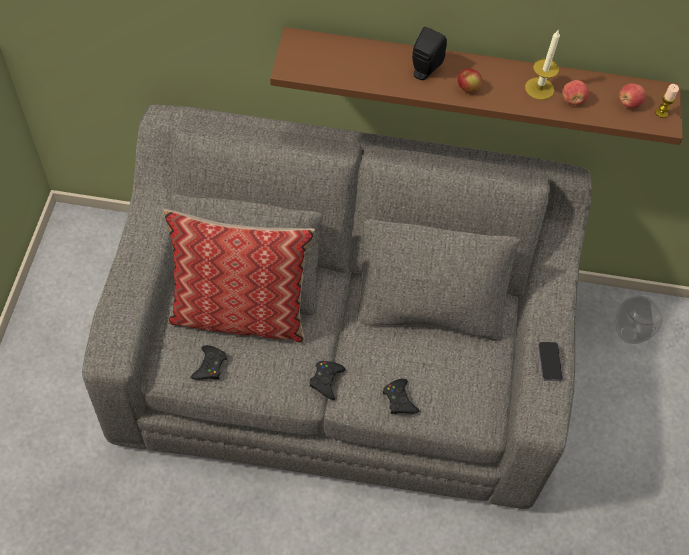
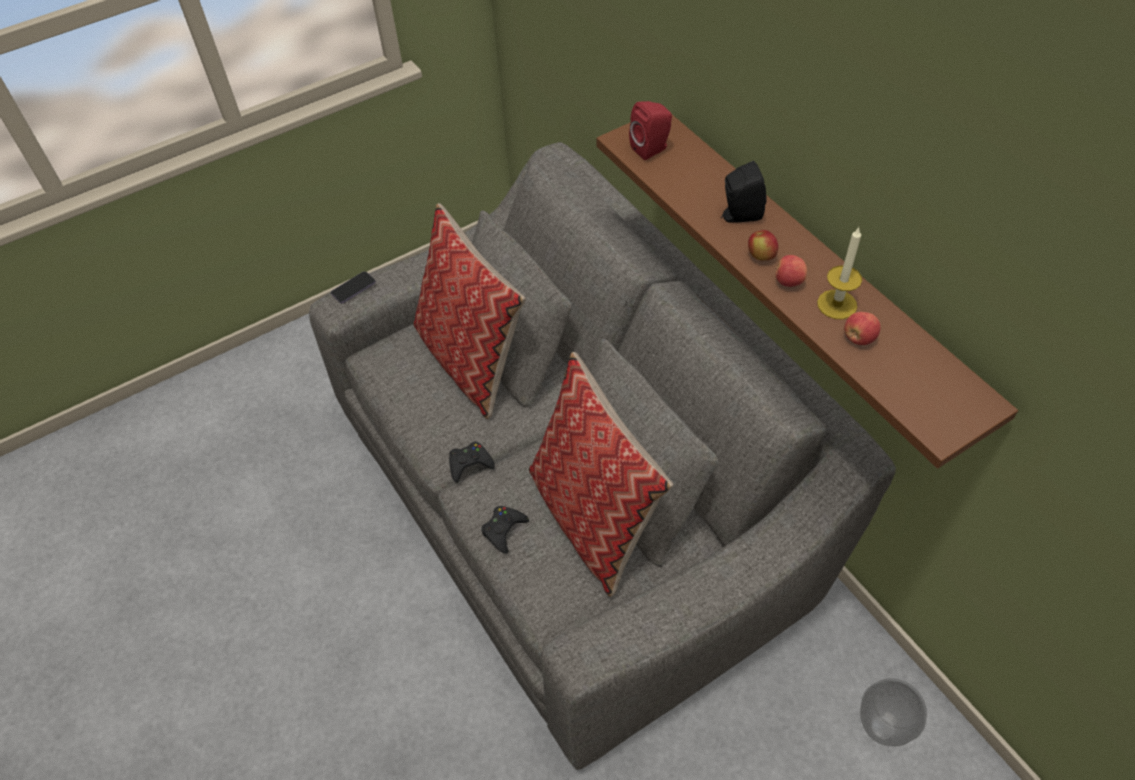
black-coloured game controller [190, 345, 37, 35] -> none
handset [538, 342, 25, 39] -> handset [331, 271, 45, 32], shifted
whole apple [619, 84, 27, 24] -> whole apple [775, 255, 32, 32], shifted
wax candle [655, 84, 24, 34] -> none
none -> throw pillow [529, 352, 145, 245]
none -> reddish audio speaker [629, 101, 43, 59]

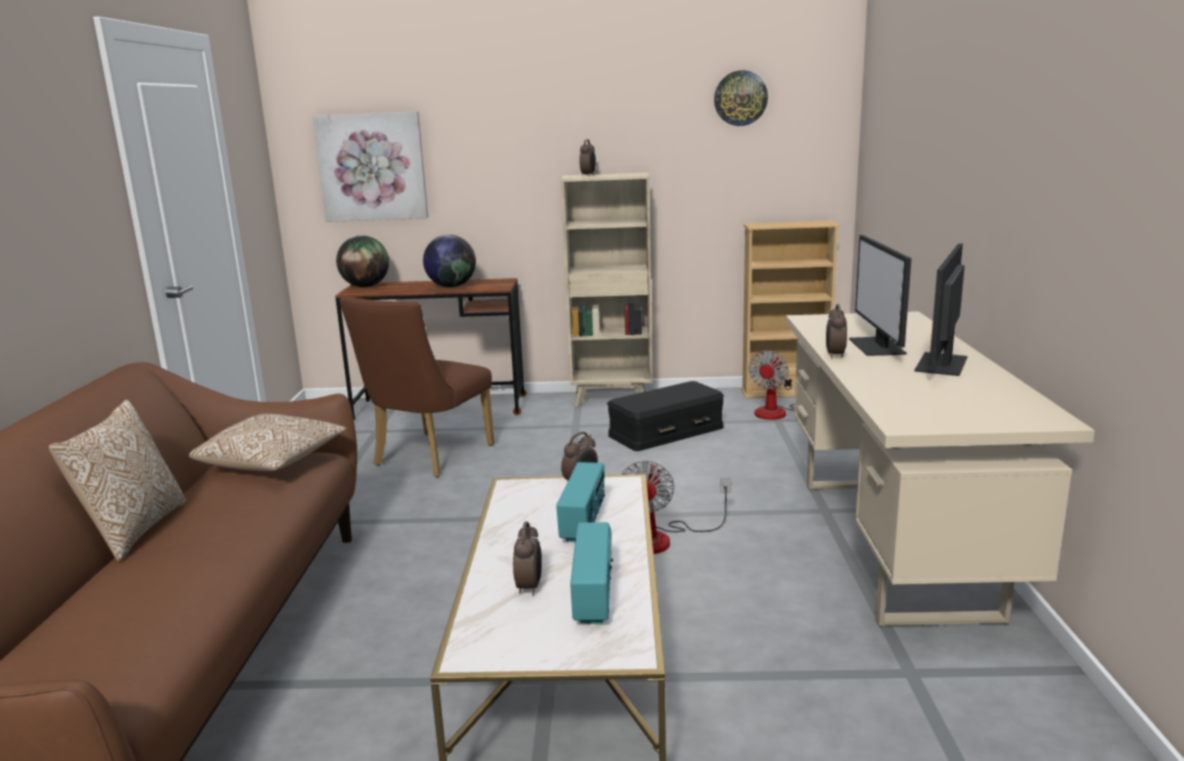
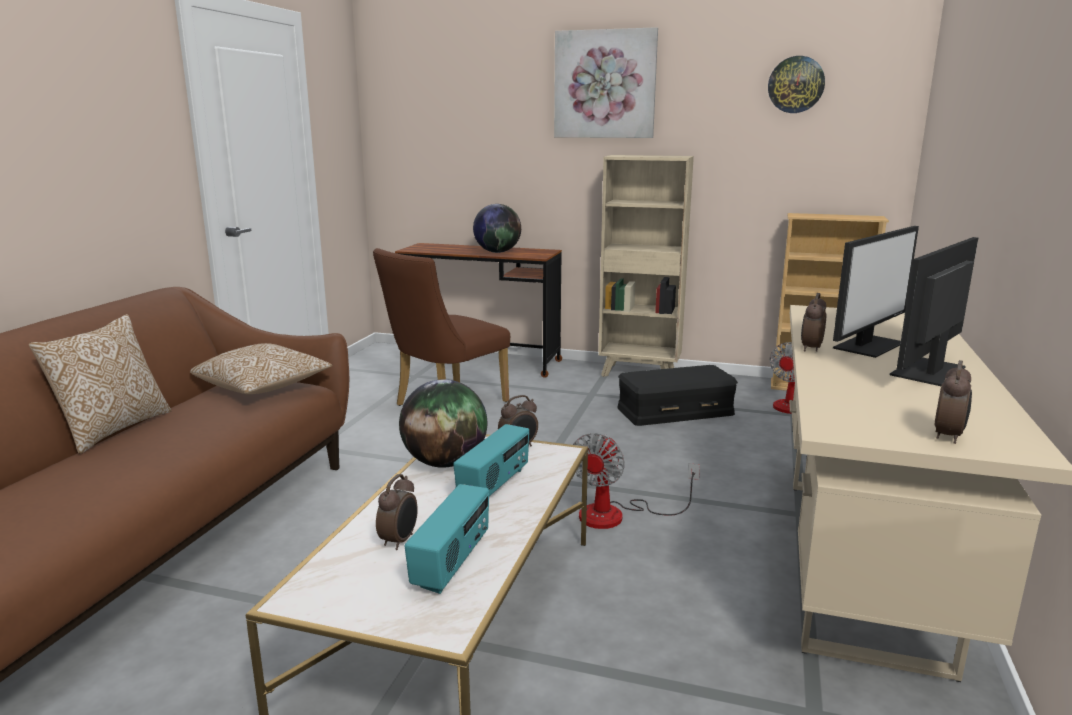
picture [313, 111, 115, 111] -> picture [554, 27, 104, 111], shifted
world globe [336, 236, 53, 51] -> world globe [399, 379, 88, 89], shifted
bedside clock [579, 139, 17, 37] -> bedside clock [934, 360, 38, 84], shifted
computer screen [849, 235, 62, 121] -> computer screen [833, 226, 86, 132], 150 degrees counterclockwise

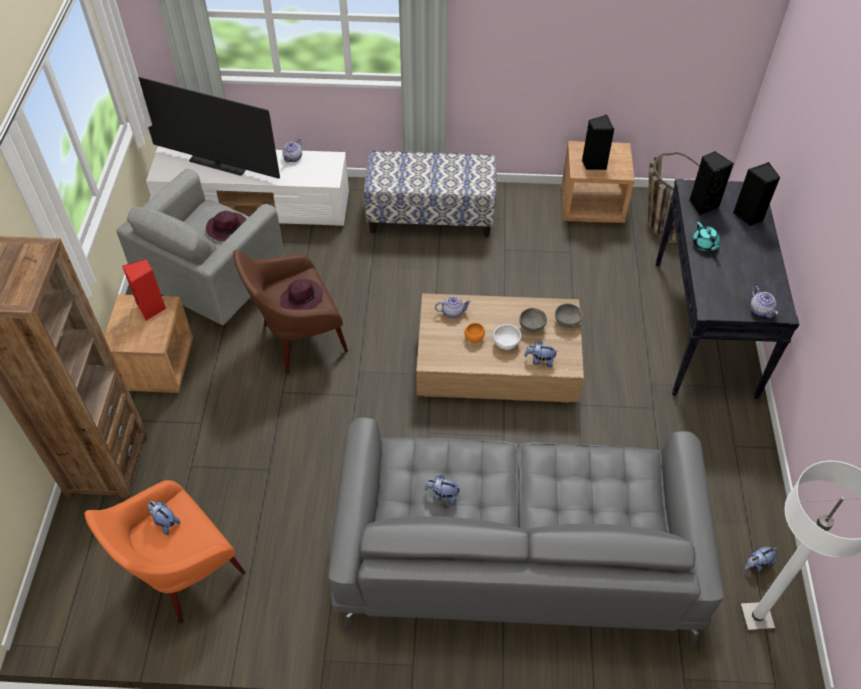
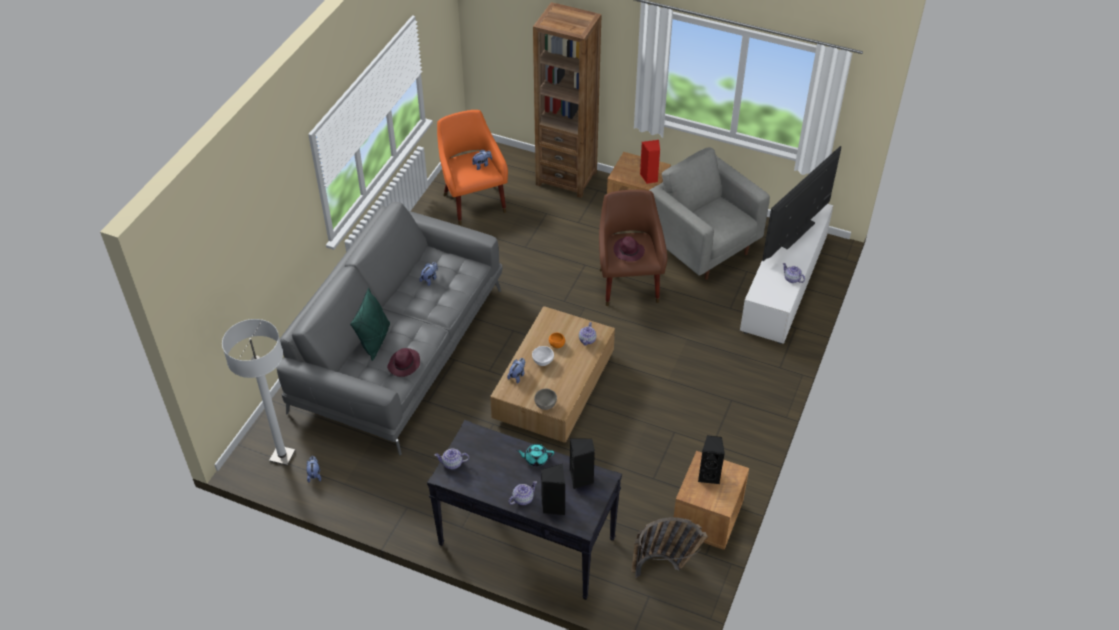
purple wearable hat [206, 211, 41, 31] -> purple wearable hat [387, 348, 33, 29], shifted
indoor bench [364, 151, 133, 86] -> none
gray deep dish [519, 308, 28, 24] -> none
none -> green-coloured throw pillow [350, 288, 40, 73]
none -> tea pot [509, 481, 28, 24]

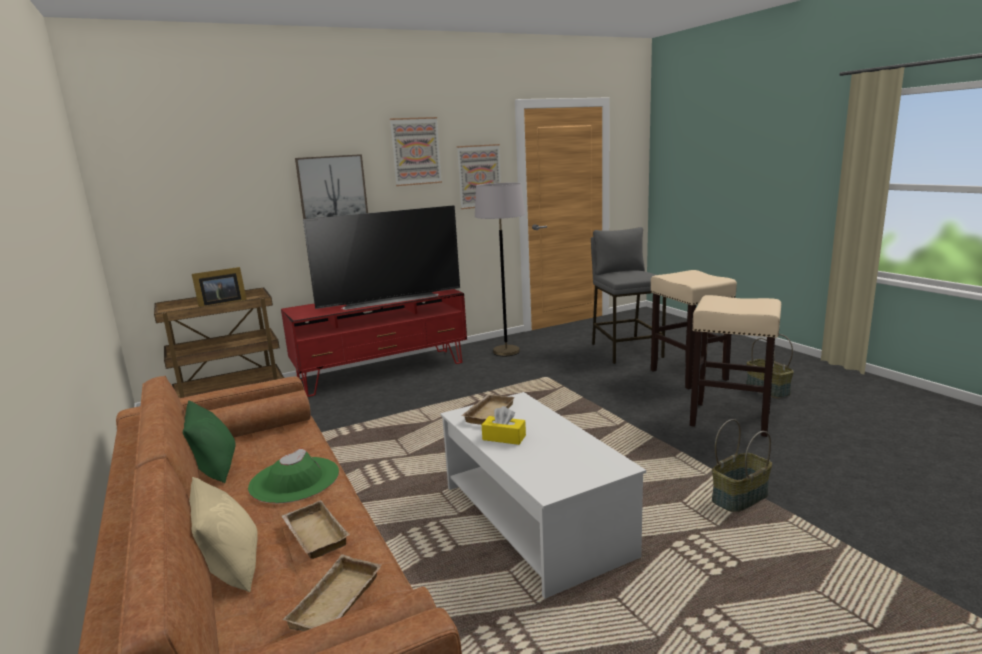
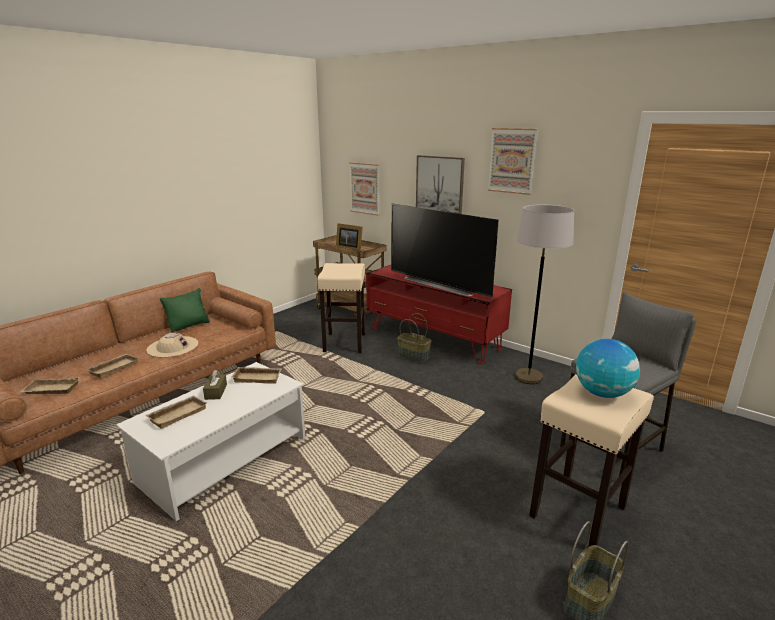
sand-coloured throw pillow [189, 477, 69, 115] -> none
green-coloured wearable hat [248, 449, 91, 54] -> sand-coloured wearable hat [146, 333, 52, 25]
picture [457, 144, 44, 65] -> picture [349, 162, 31, 54], shifted
yellow tissue box [482, 406, 44, 39] -> brown tissue box [203, 370, 24, 30]
sand-coloured stool [690, 295, 91, 142] -> sand-coloured stool [317, 263, 48, 90], shifted
basket [712, 419, 60, 93] -> basket [397, 313, 34, 49], shifted
none -> sand-coloured serving tray [146, 395, 61, 34]
none -> world globe [575, 339, 65, 59]

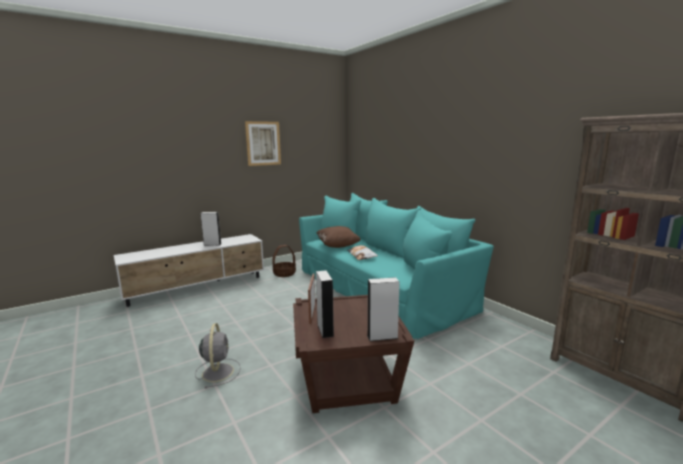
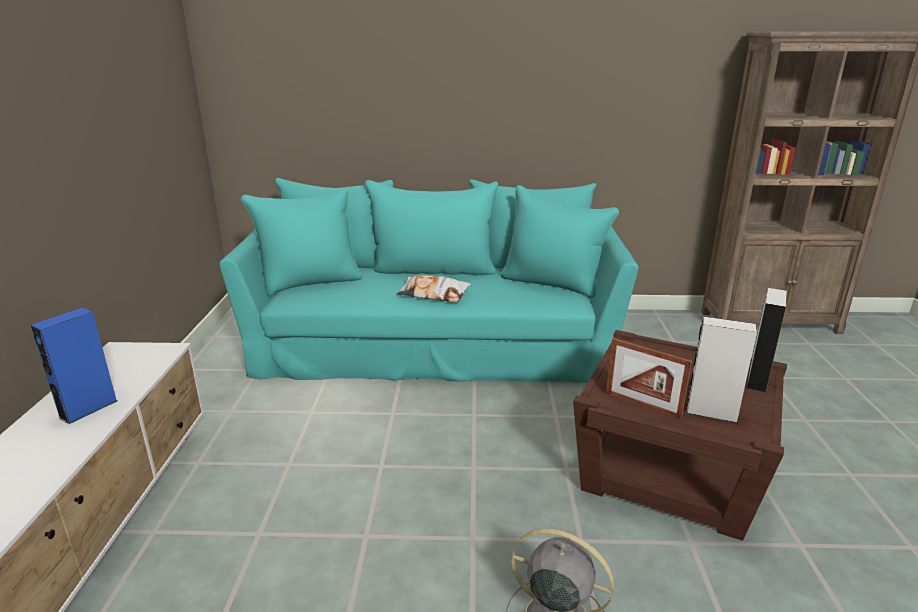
gray audio speaker [201, 212, 20, 34] -> bluish audio speaker [31, 307, 86, 117]
picture [245, 121, 36, 45] -> none
basket [272, 245, 24, 32] -> none
brown throw pillow [316, 226, 45, 22] -> none

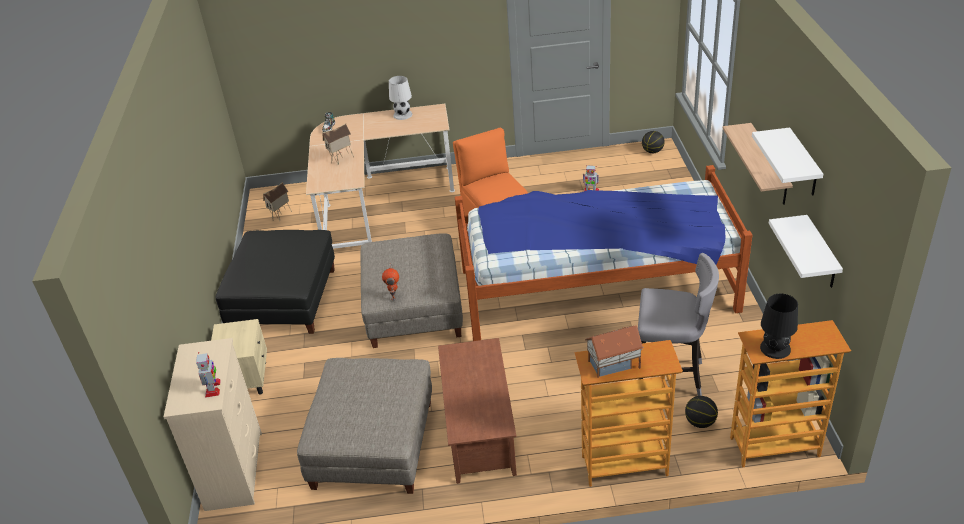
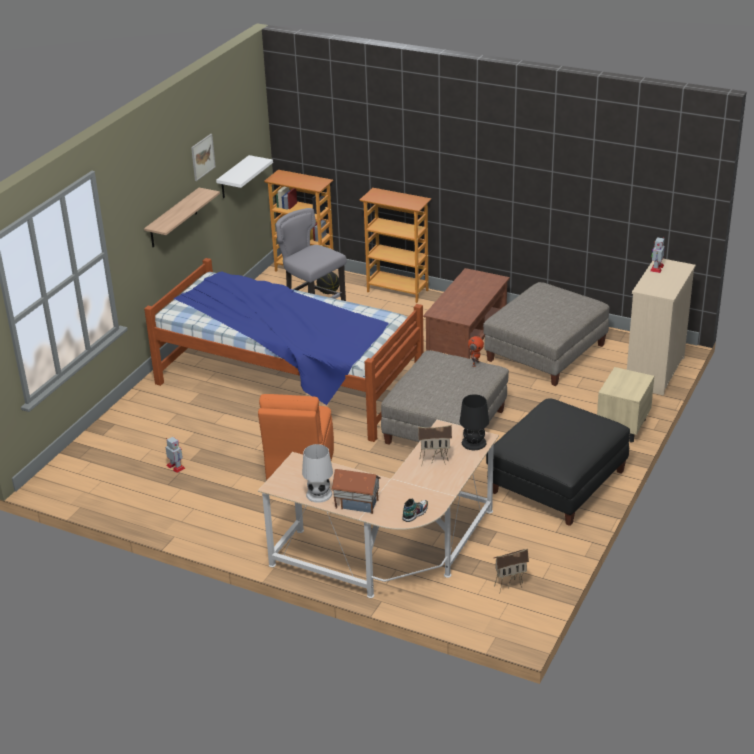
toy house [585, 325, 59, 53] -> toy house [331, 469, 50, 45], shifted
basketball ball [642, 131, 23, 22] -> none
white-coloured bracket shelf [752, 128, 71, 67] -> picture [191, 134, 25, 47]
black-coloured table lamp [760, 294, 38, 65] -> black-coloured table lamp [460, 394, 29, 56], shifted

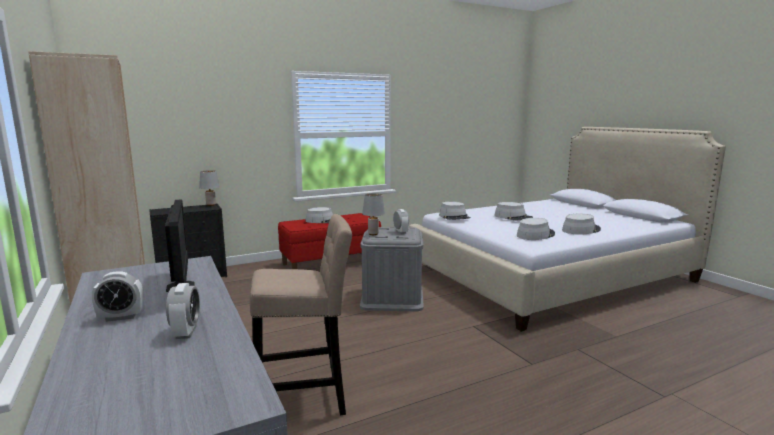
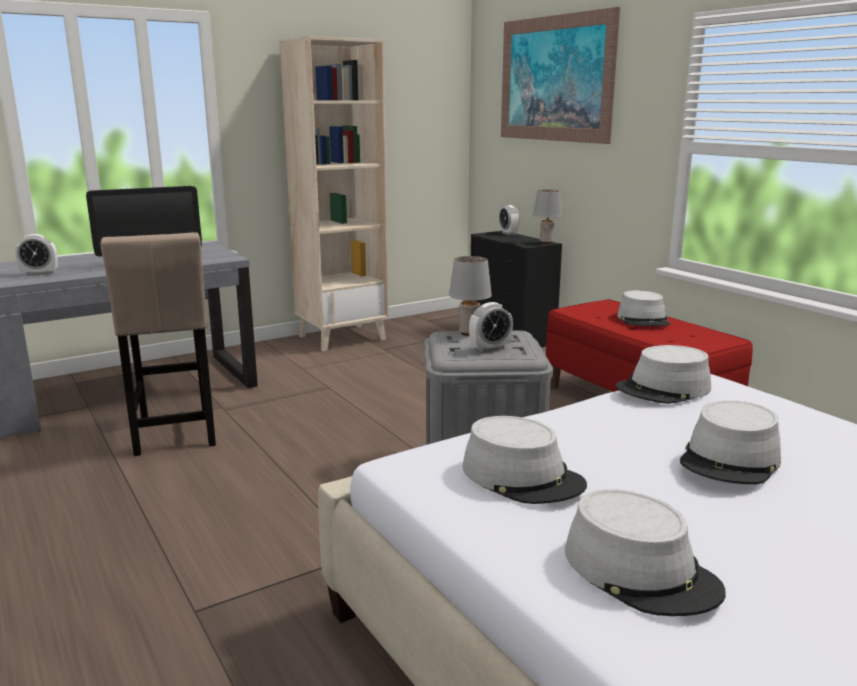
bedside clock [92, 271, 51, 51] -> bedside clock [499, 205, 21, 30], shifted
none -> picture [501, 7, 119, 137]

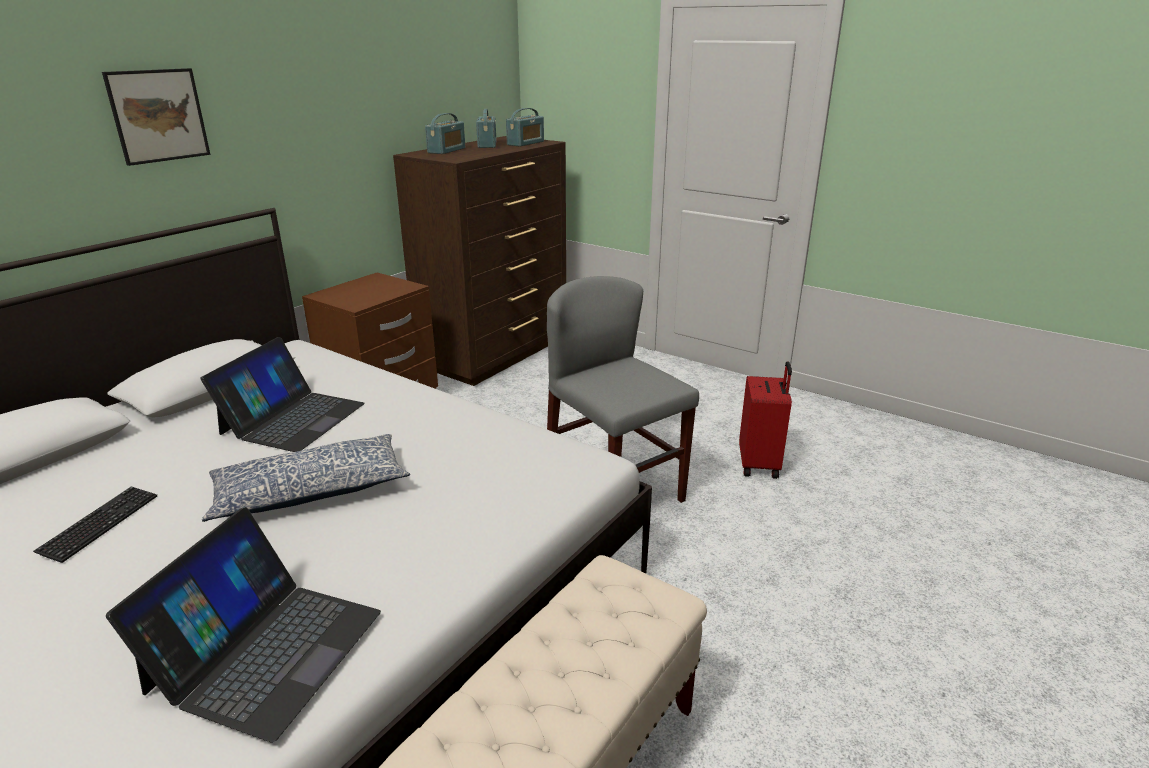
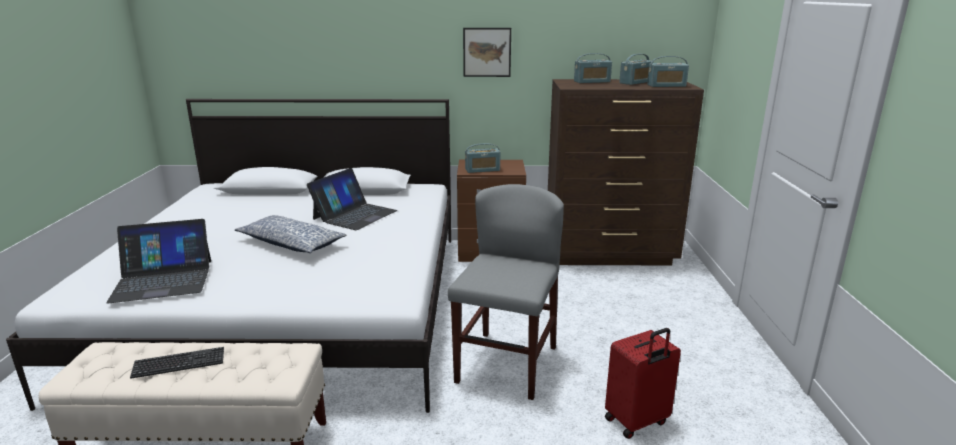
computer keyboard [33, 486, 124, 77] -> computer keyboard [130, 347, 94, 32], shifted
picture [102, 68, 108, 98] -> picture [463, 28, 48, 49], shifted
laptop [200, 337, 165, 115] -> laptop [307, 168, 90, 62], 45 degrees counterclockwise
none -> radio [465, 143, 35, 30]

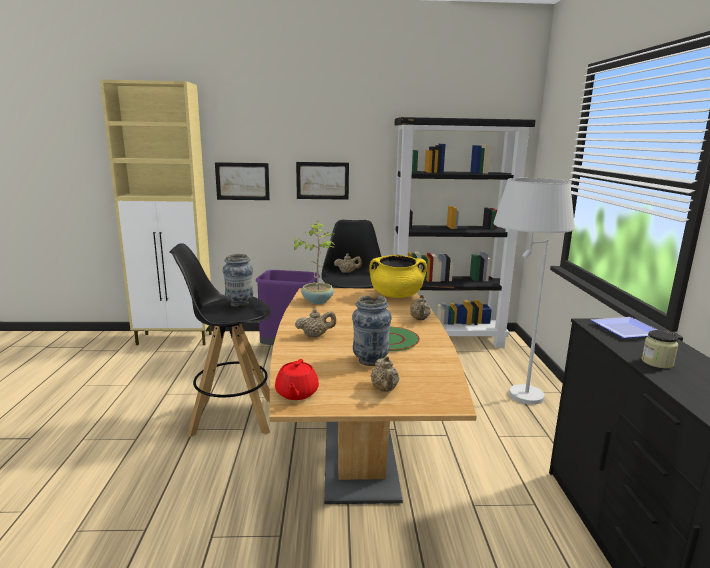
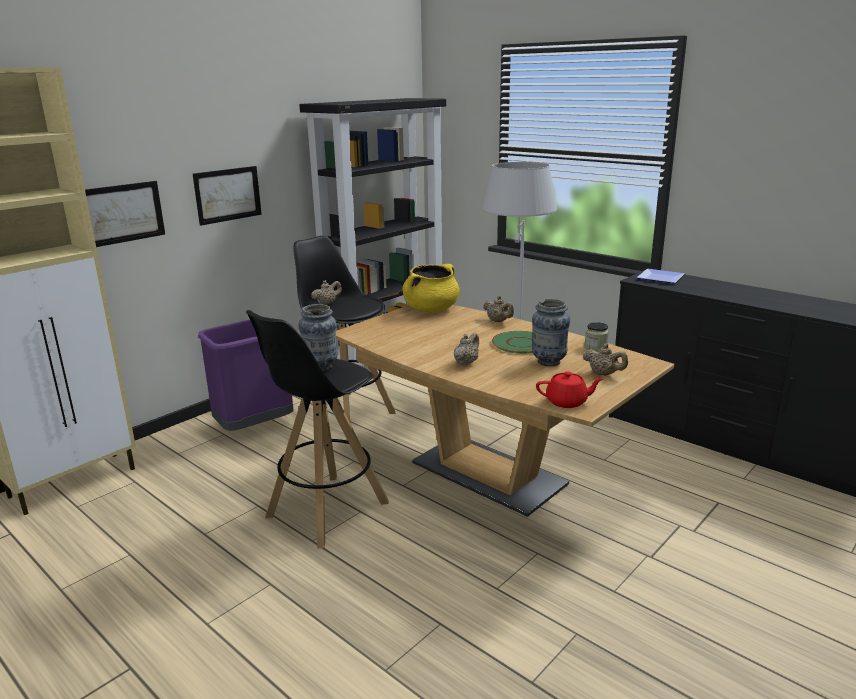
reddish tea pot [275, 359, 44, 41] -> reddish tea pot [536, 371, 68, 37], 45 degrees counterclockwise
potted plant [292, 221, 44, 83] -> none
preserve jar [642, 330, 36, 38] -> preserve jar [585, 322, 24, 30], shifted

